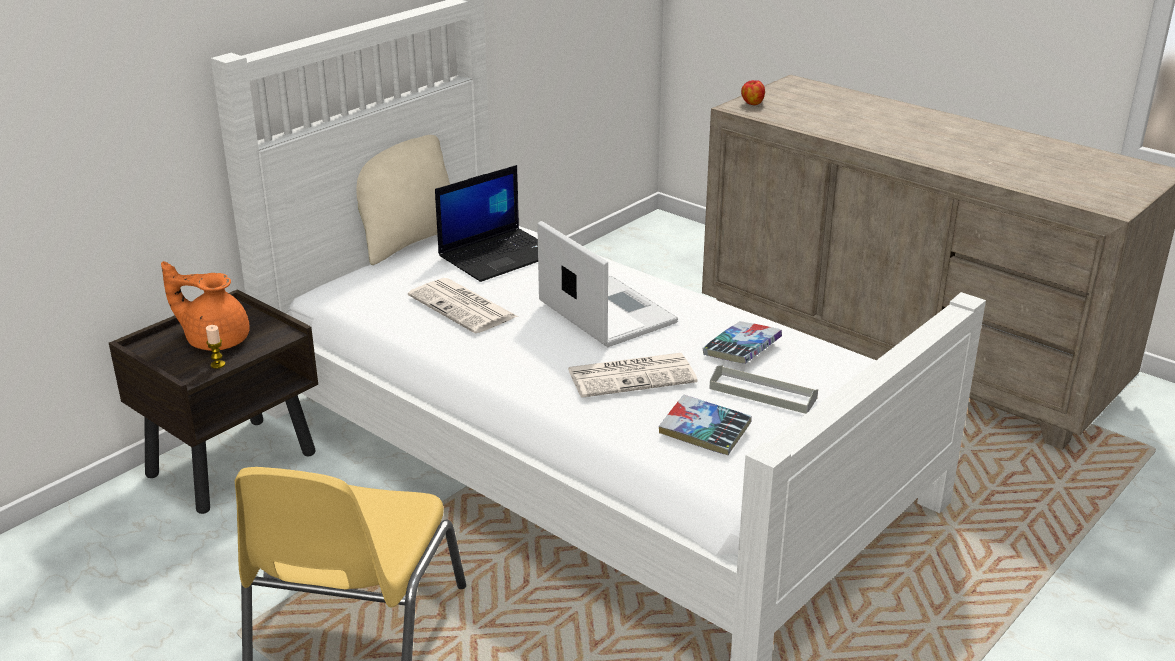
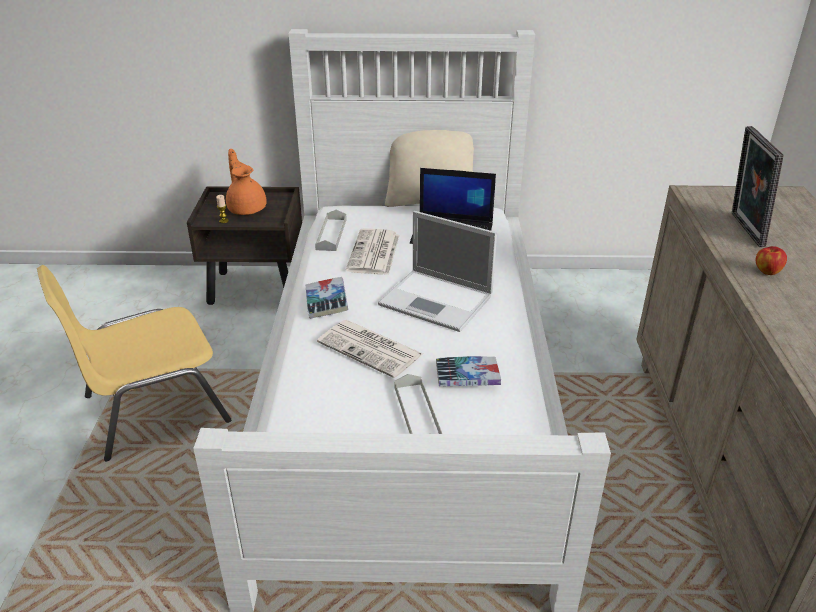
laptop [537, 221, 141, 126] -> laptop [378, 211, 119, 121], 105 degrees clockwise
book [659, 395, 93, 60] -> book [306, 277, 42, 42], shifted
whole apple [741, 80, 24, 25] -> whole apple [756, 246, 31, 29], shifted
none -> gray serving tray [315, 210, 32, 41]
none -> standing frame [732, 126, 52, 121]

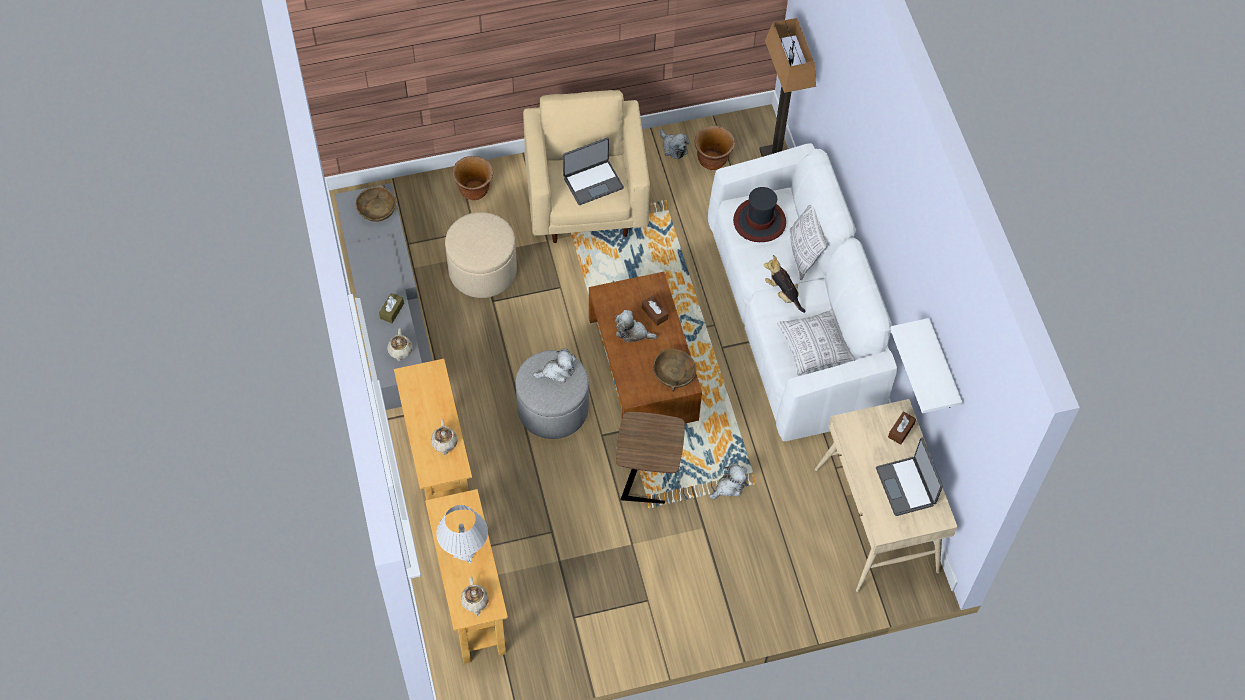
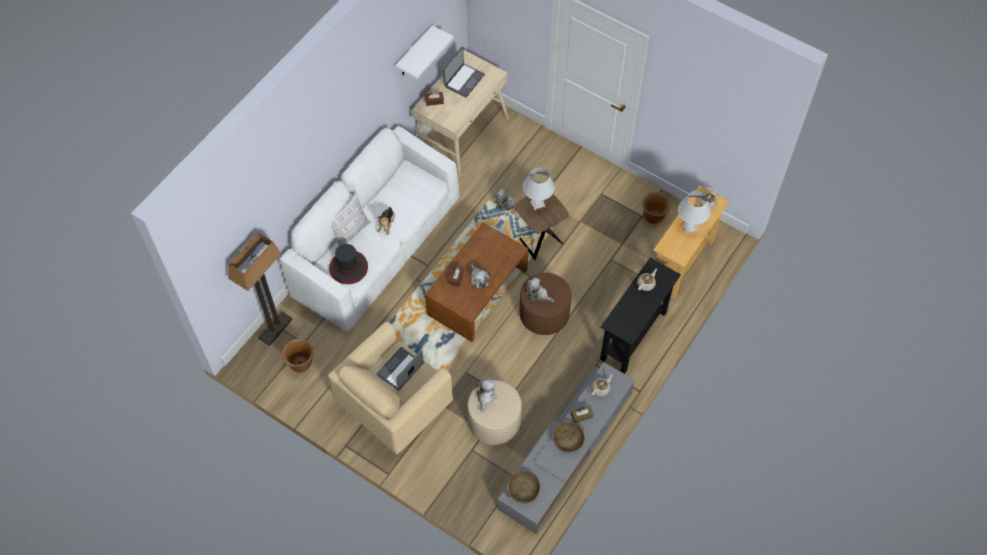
sand-coloured hall table [394, 359, 78, 141] -> black-coloured hall table [600, 258, 81, 116]
brown flower pot [452, 156, 41, 44] -> brown flower pot [642, 192, 29, 32], shifted
gray pouffe [516, 350, 73, 89] -> brown pouffe [519, 273, 52, 62]
laptop [563, 137, 61, 68] -> laptop [377, 347, 47, 43], 75 degrees counterclockwise
brown deep dish [653, 349, 43, 43] -> brown deep dish [553, 422, 32, 31], shifted
plush toy [660, 129, 29, 30] -> plush toy [475, 378, 21, 35], shifted
throw pillow [777, 309, 78, 67] -> none
none -> white-coloured table lamp [523, 168, 32, 43]

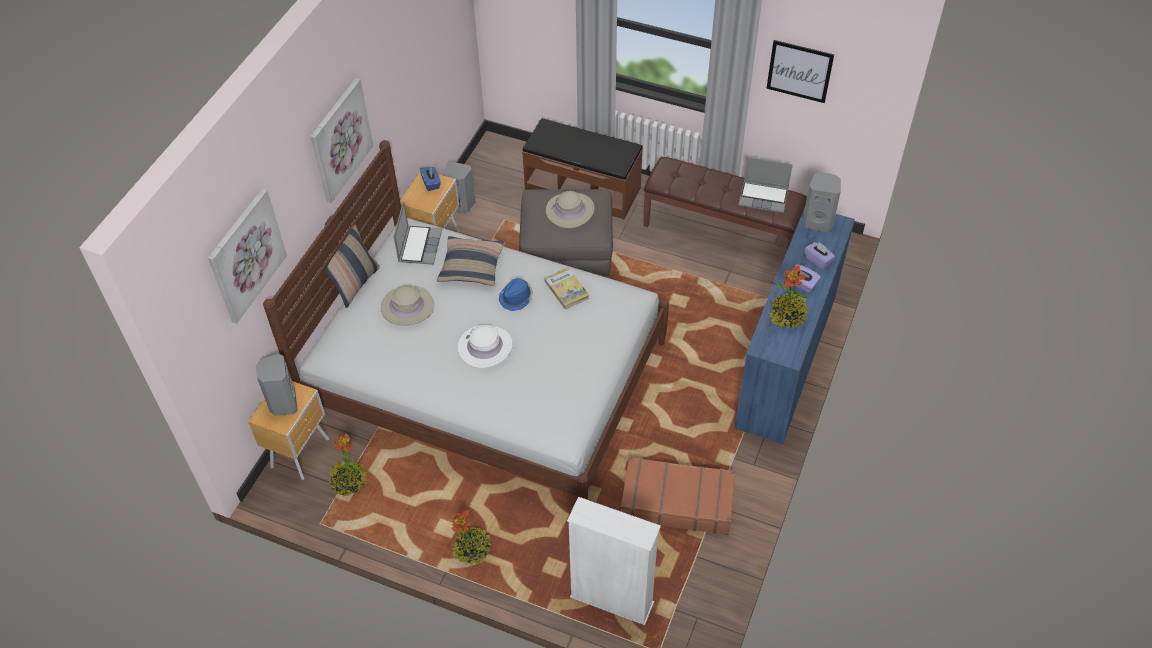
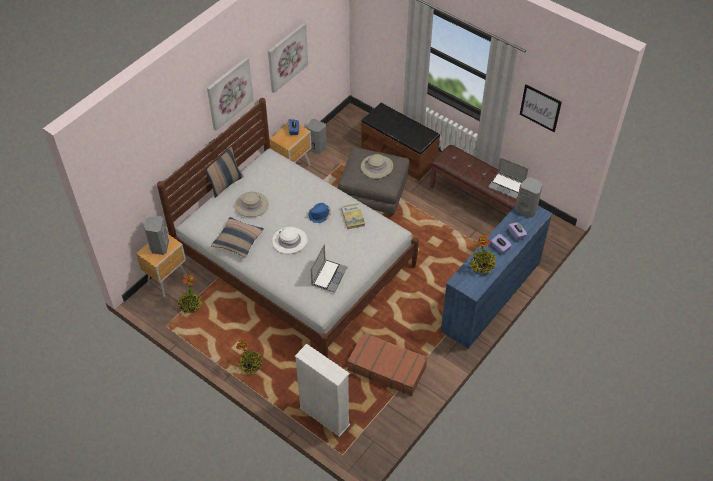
picture [208, 188, 79, 136] -> picture [268, 23, 40, 70], shifted
laptop [394, 201, 48, 64] -> laptop [311, 244, 37, 49], shifted
throw pillow [437, 236, 67, 50] -> throw pillow [211, 217, 53, 41], shifted

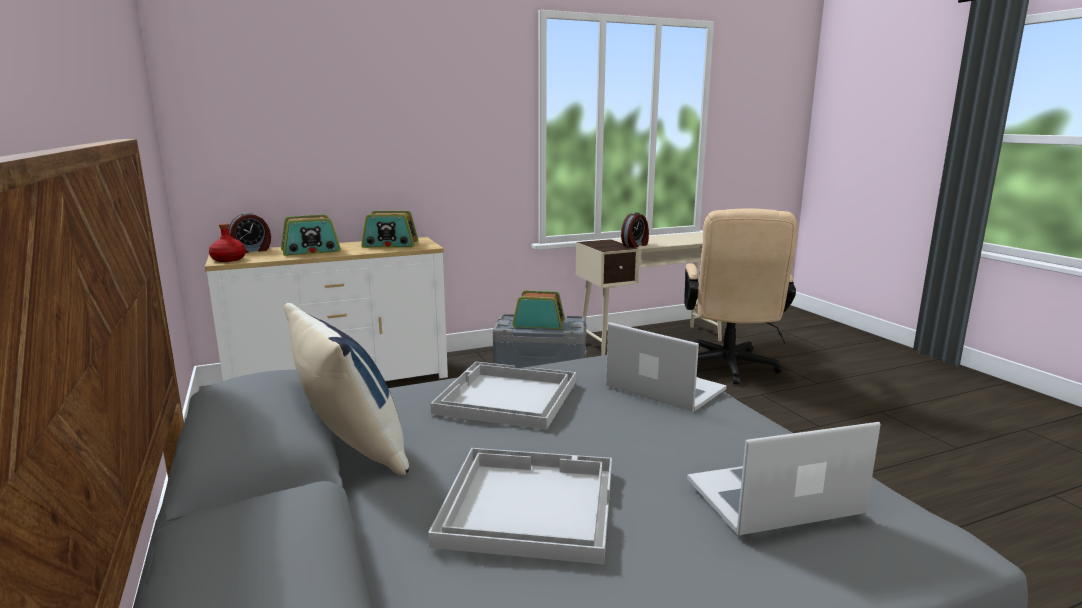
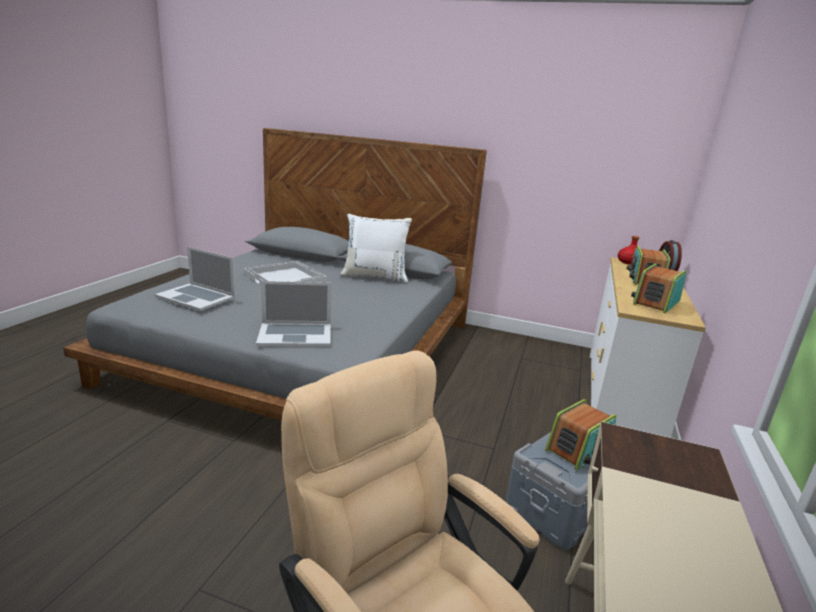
bluish throw pillow [284, 303, 125, 172] -> white-coloured throw pillow [340, 214, 72, 69]
white-coloured serving tray [430, 361, 146, 69] -> none
bedside clock [621, 212, 28, 36] -> none
laptop [687, 422, 194, 114] -> laptop [155, 247, 80, 64], 90 degrees clockwise

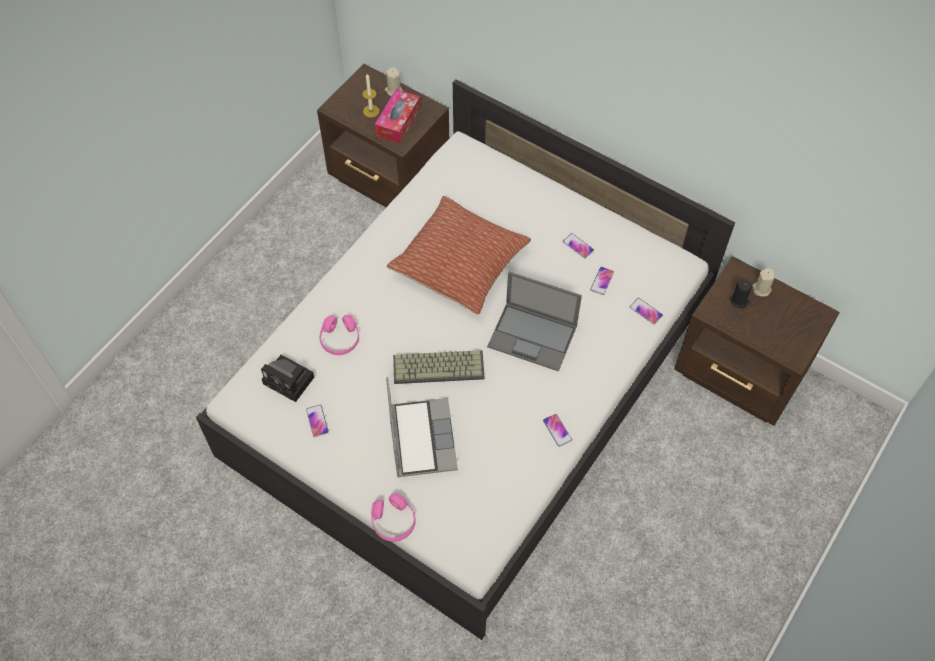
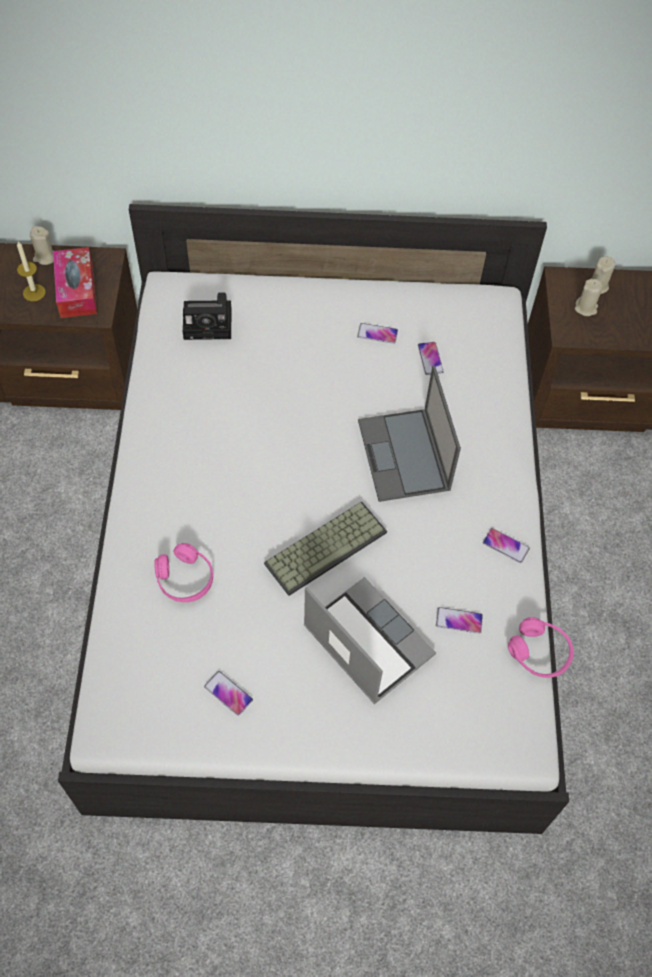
photo camera [261, 355, 53, 47] -> photo camera [183, 292, 49, 48], shifted
pink-coloured headphones [371, 493, 45, 49] -> pink-coloured headphones [508, 617, 66, 61], shifted
throw pillow [387, 196, 144, 119] -> none
laptop [487, 271, 95, 100] -> laptop [358, 366, 103, 136], 90 degrees clockwise
handset [630, 298, 33, 27] -> handset [436, 607, 47, 27], shifted
black-coloured wax candle [729, 279, 24, 29] -> sand-coloured wax candle [575, 279, 28, 37]

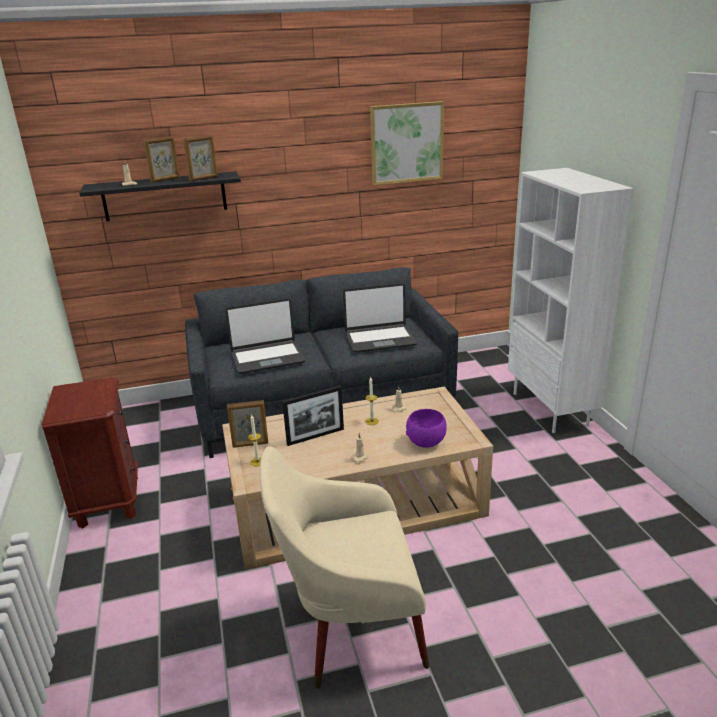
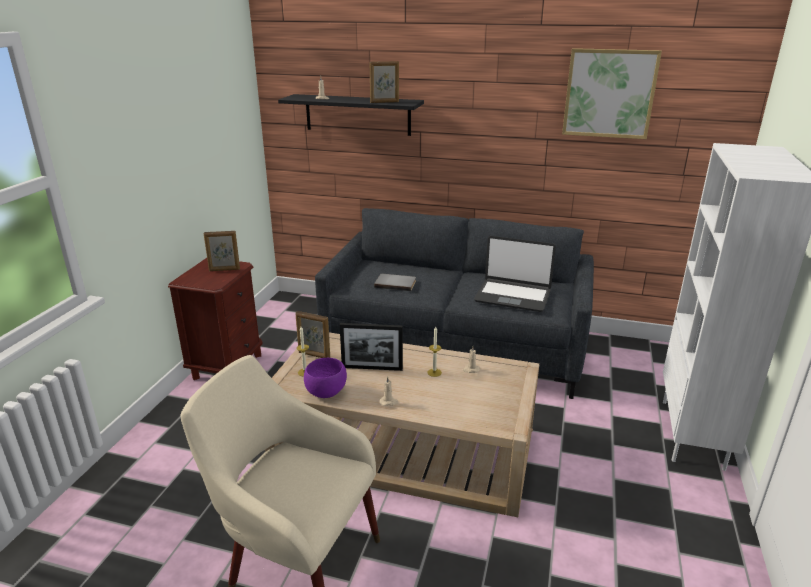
standing frame [143, 136, 37, 46] -> standing frame [204, 231, 36, 40], shifted
laptop [225, 298, 81, 76] -> gray book [374, 274, 42, 17]
purple deep dish [406, 409, 41, 39] -> purple deep dish [304, 358, 43, 40], shifted

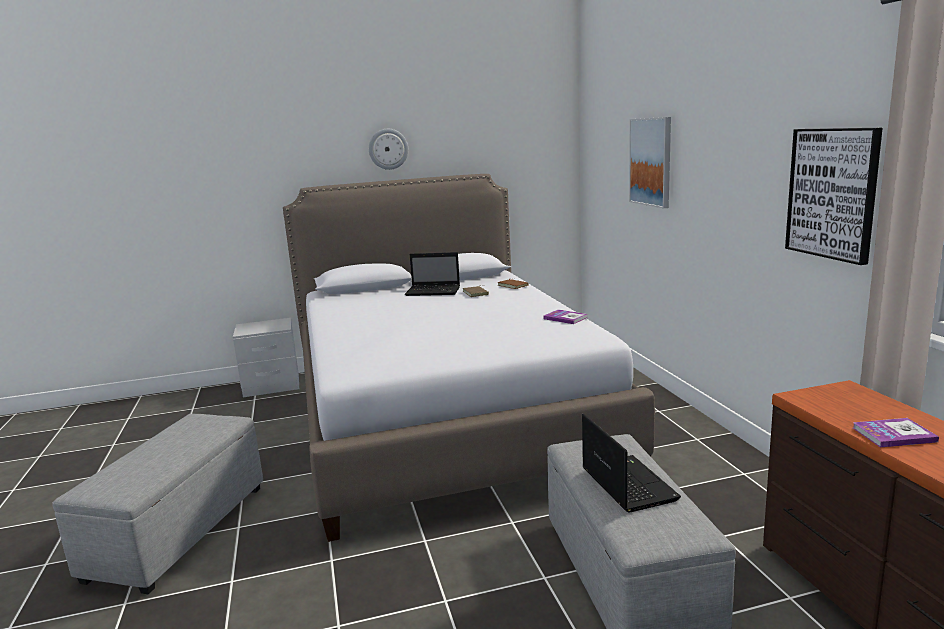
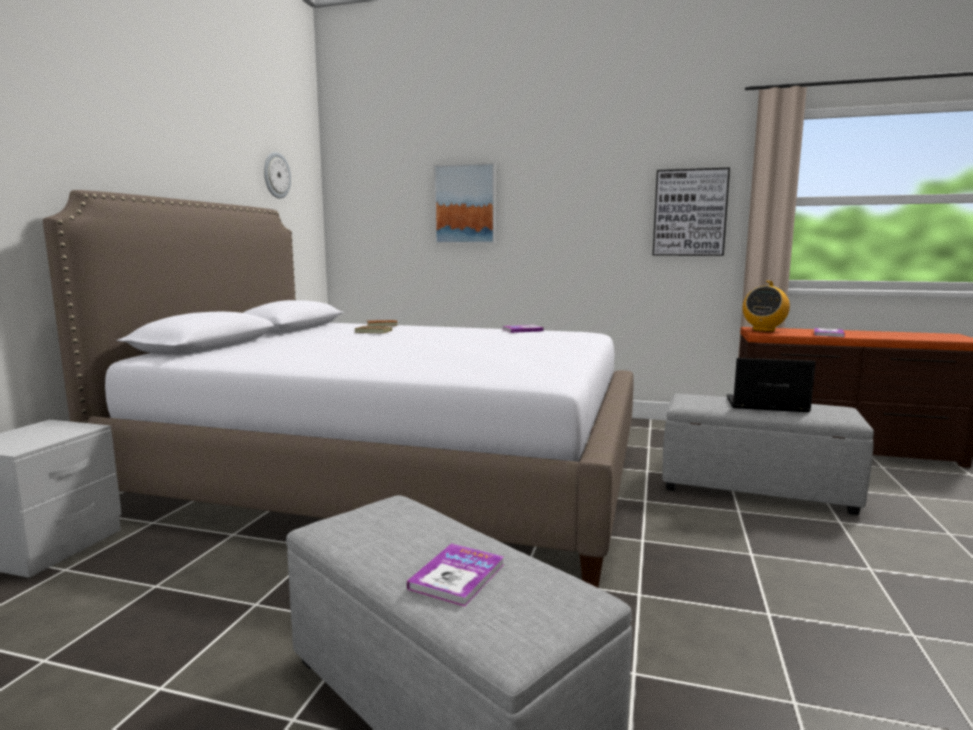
wall clock [369, 129, 39, 41] -> wall clock [264, 152, 27, 47], shifted
laptop [405, 252, 55, 44] -> none
none -> book [407, 543, 97, 64]
none -> radio [743, 281, 47, 51]

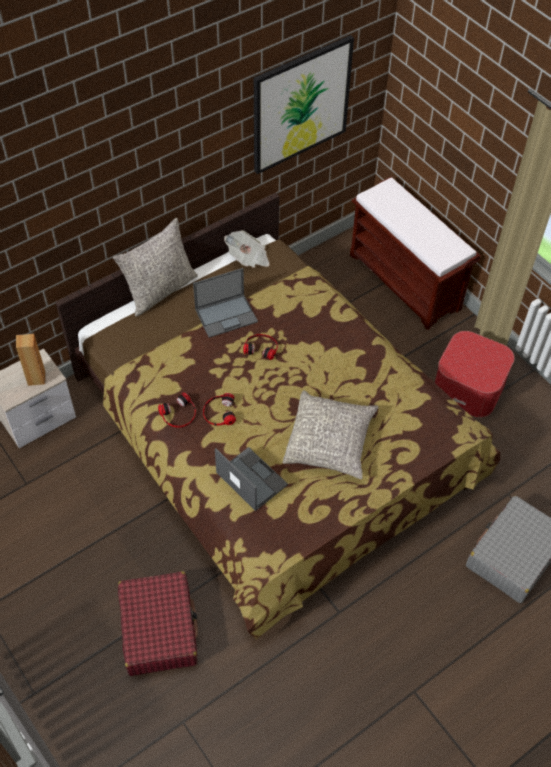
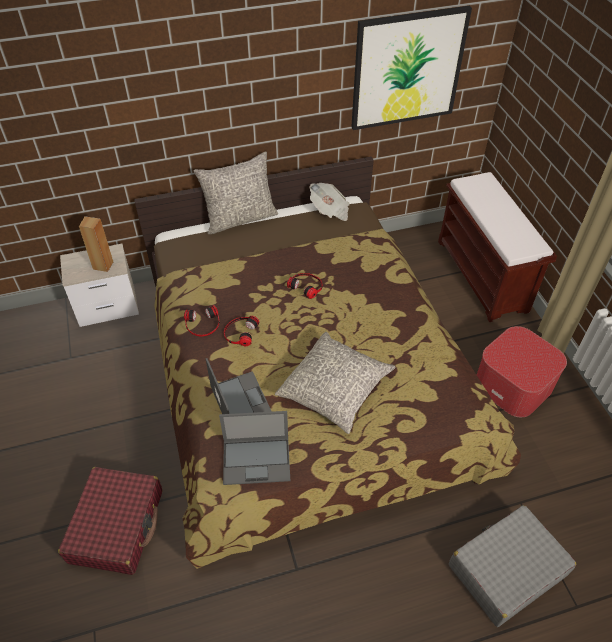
laptop [193, 268, 65, 70] -> laptop [219, 411, 71, 74], shifted

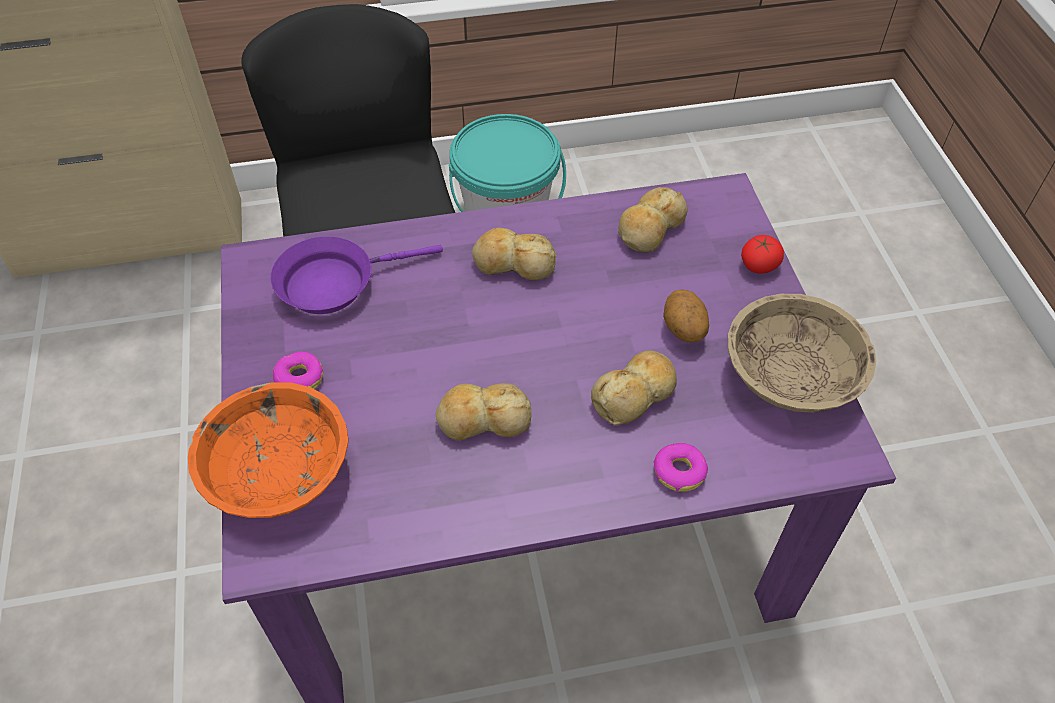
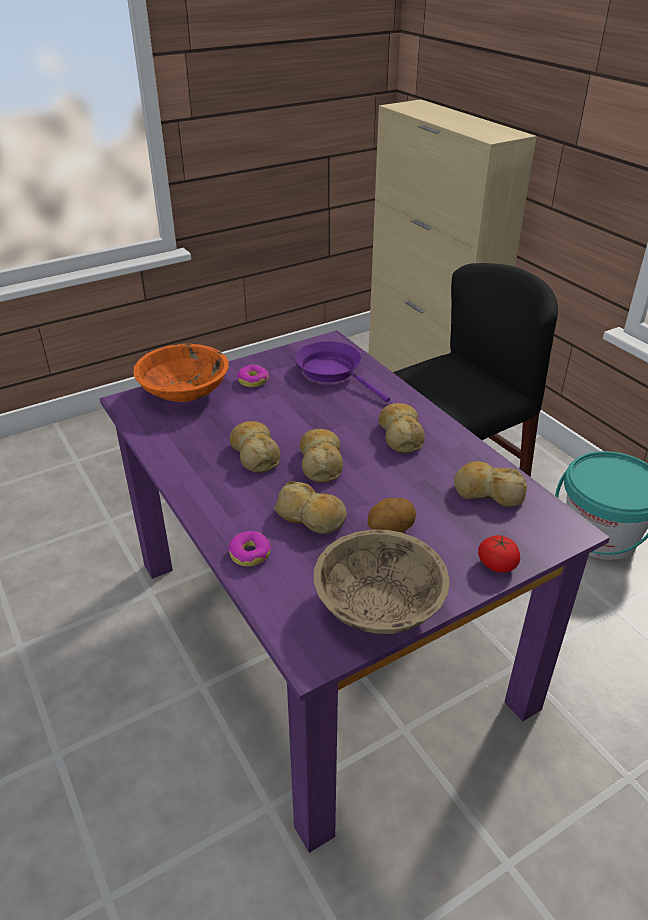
none -> bakery bread [299, 429, 44, 54]

